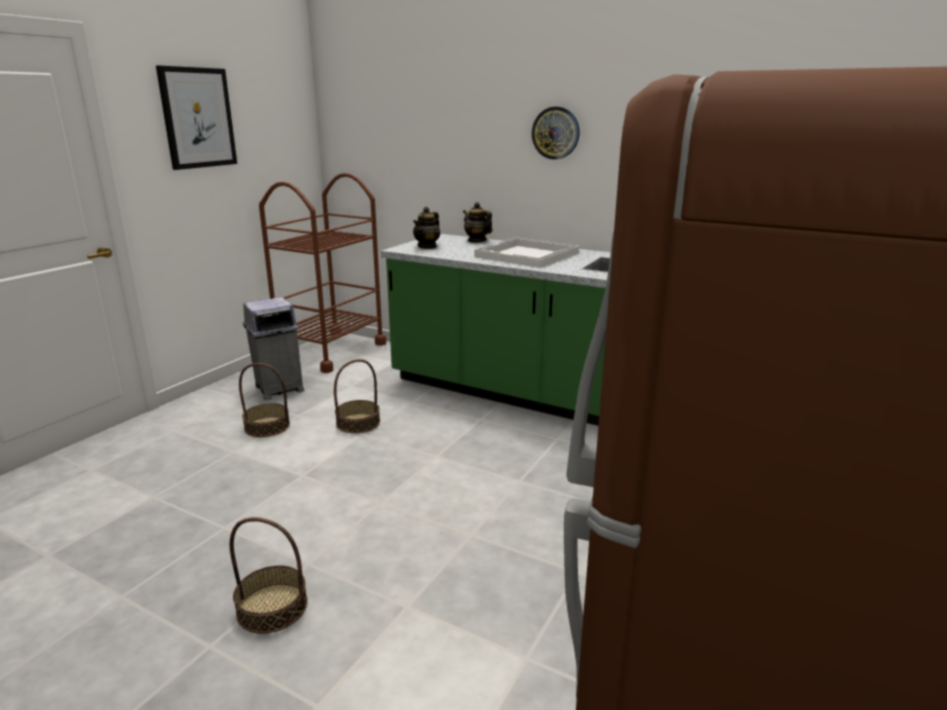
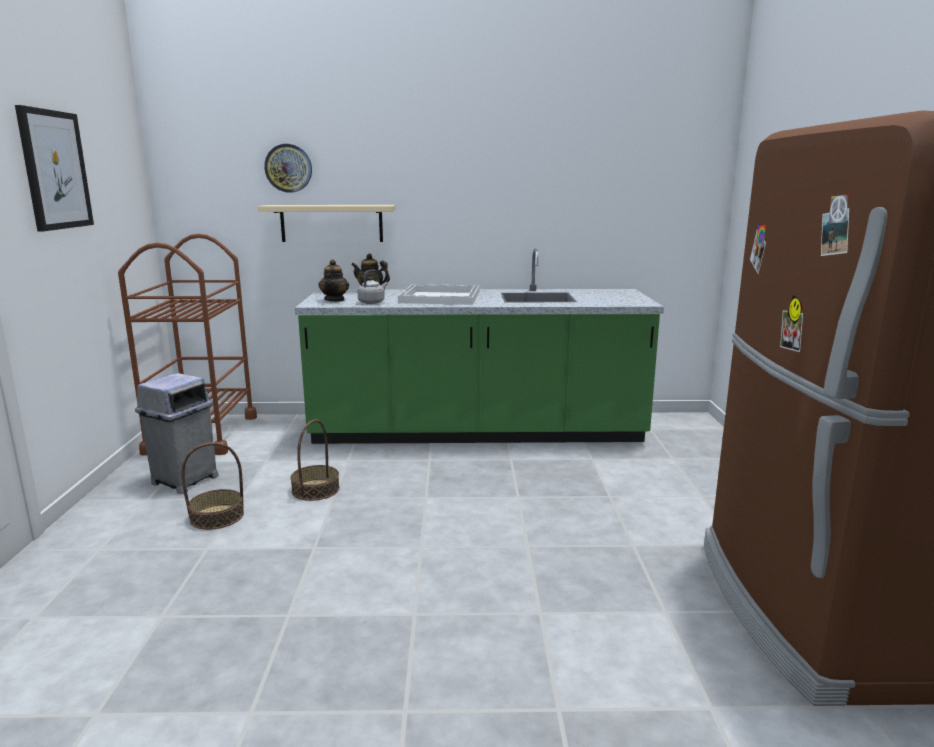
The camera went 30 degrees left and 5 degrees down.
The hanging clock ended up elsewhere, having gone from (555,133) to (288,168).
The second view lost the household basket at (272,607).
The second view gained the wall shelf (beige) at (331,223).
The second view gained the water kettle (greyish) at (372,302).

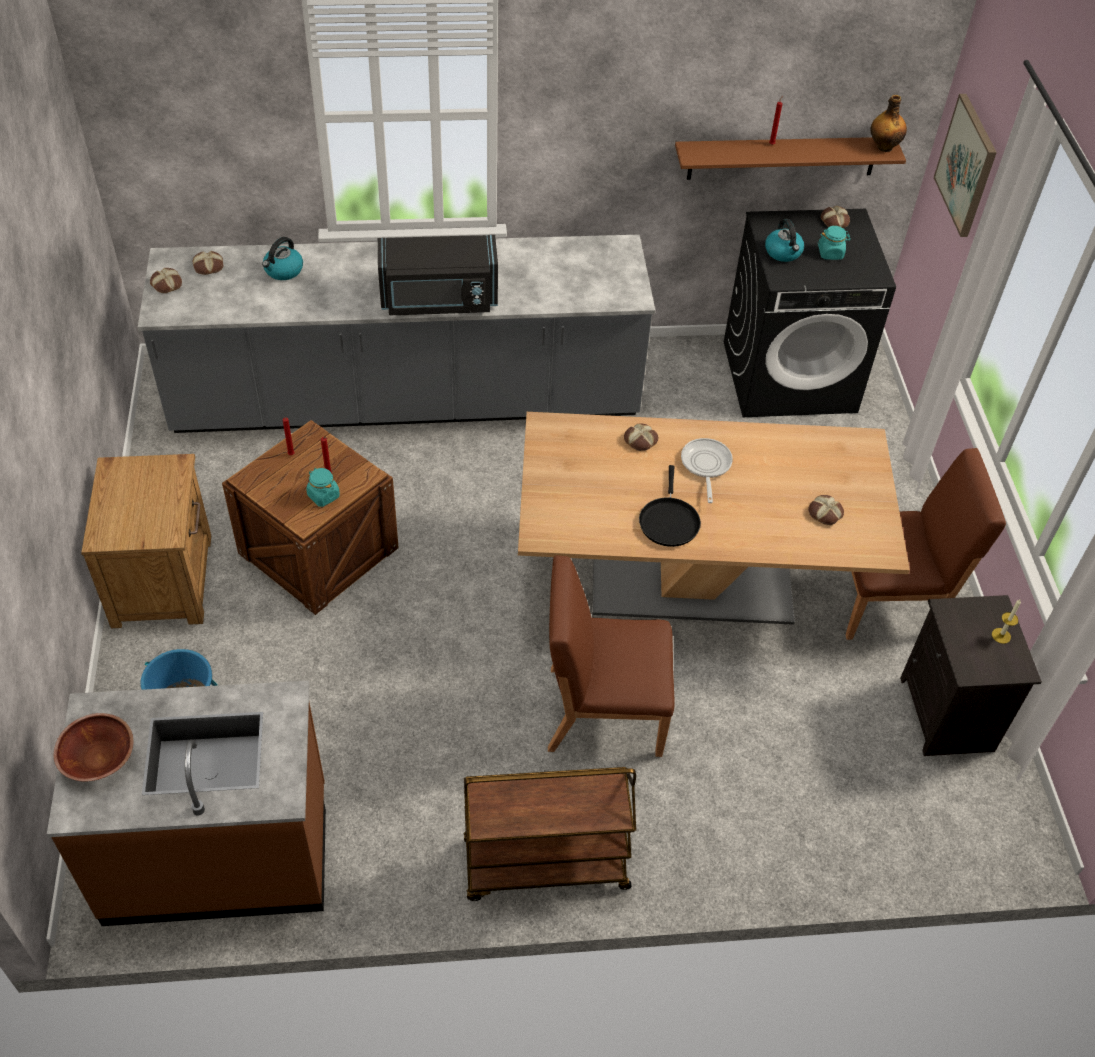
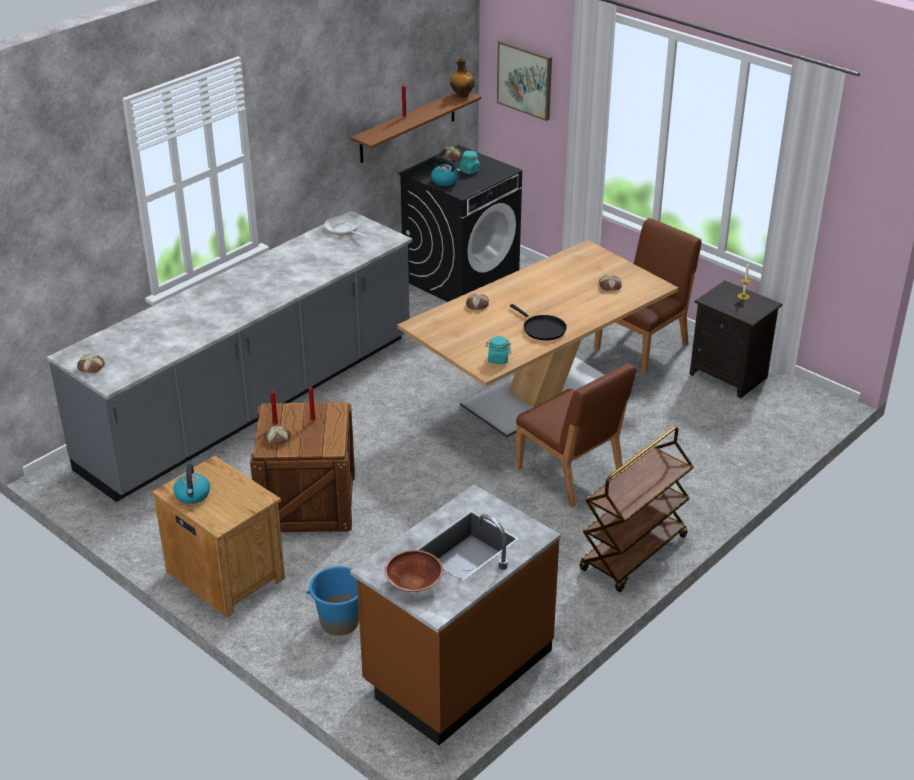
The camera went 40 degrees left and 15 degrees down.
The second view lost the microwave oven (black-coloured) at (439,300).
The water kettle ended up elsewhere, having gone from (283,271) to (193,495).
The bread ended up elsewhere, having gone from (208,267) to (277,439).
The frying pan ended up elsewhere, having gone from (705,466) to (343,230).
The preserve jar (blue-green) ended up elsewhere, having gone from (323,496) to (498,359).
The chair (brown) at (603,710) ended up facing another way, 90 degrees counterclockwise from before.

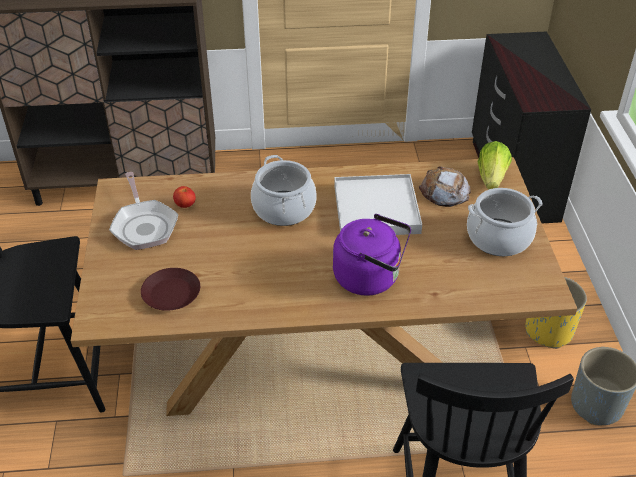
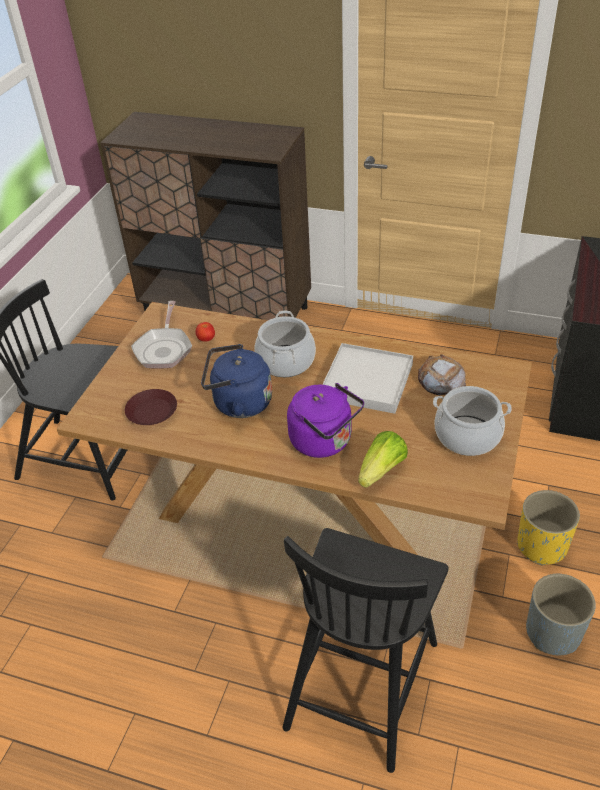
The camera went 25 degrees right and 0 degrees up.
The head of lettuce ended up elsewhere, having gone from (491,178) to (382,470).
The second view gained the water kettle (blue) at (238,403).

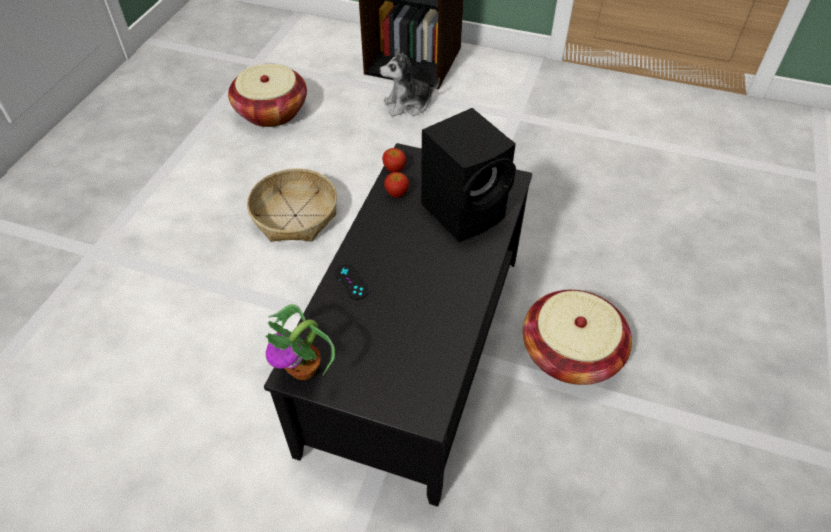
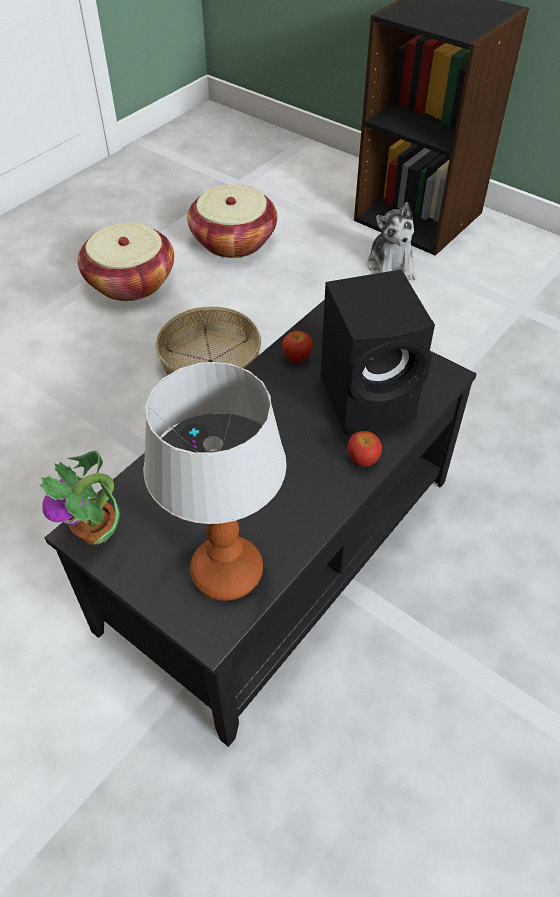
The camera went 20 degrees right and 0 degrees up.
The plush toy at (408,105) ended up facing another way, 105 degrees counterclockwise from before.
The apple ended up elsewhere, having gone from (394,169) to (362,459).
The household basket ended up elsewhere, having gone from (570,353) to (130,282).
The second view gained the tabletop lamp at (228,572).

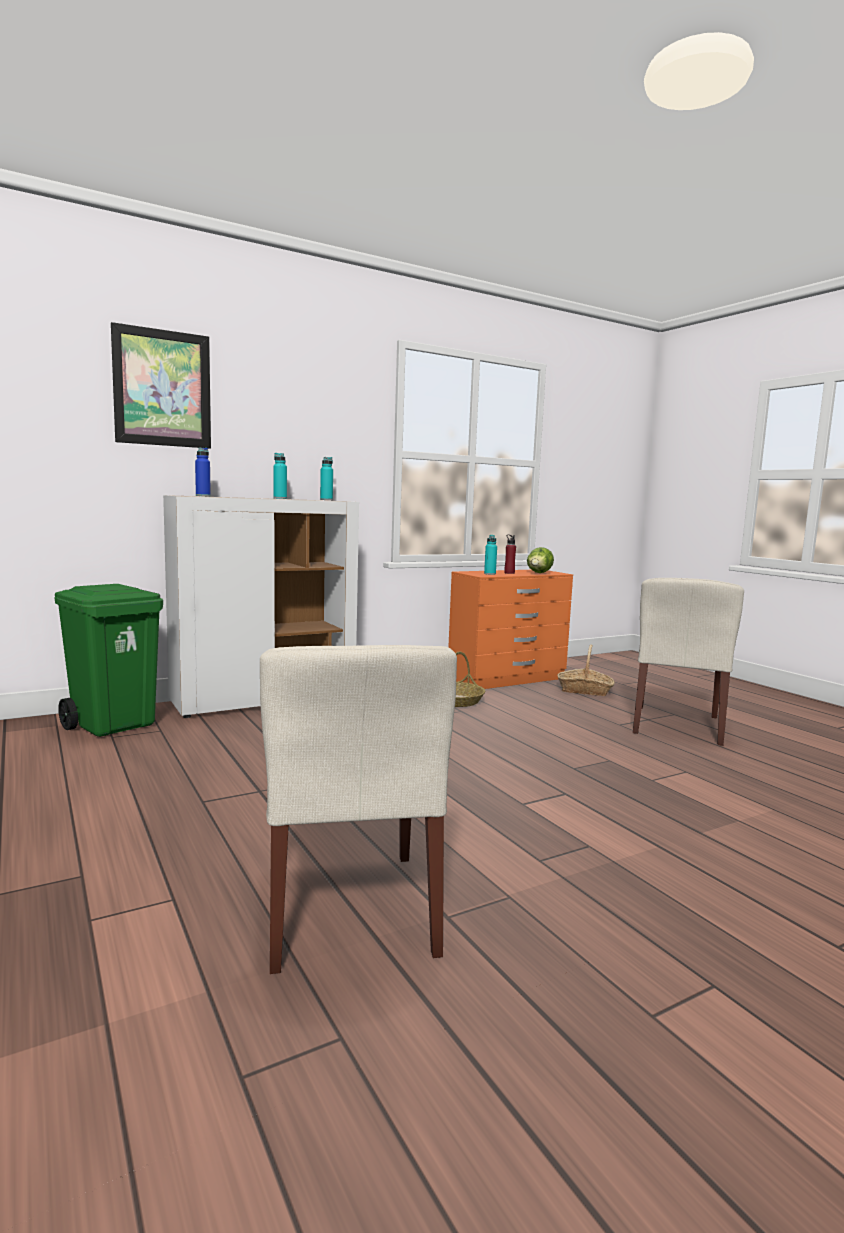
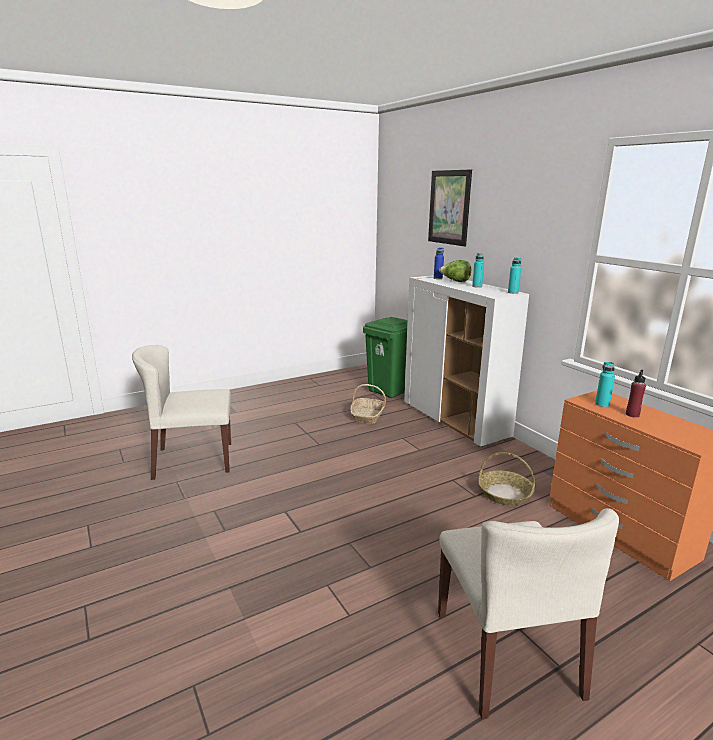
The camera went 90 degrees right and 10 degrees up.
The head of lettuce ended up elsewhere, having gone from (539,573) to (455,281).
The chair (beige) at (677,725) ended up facing another way, 120 degrees counterclockwise from before.
The household basket ended up elsewhere, having gone from (584,690) to (367,416).

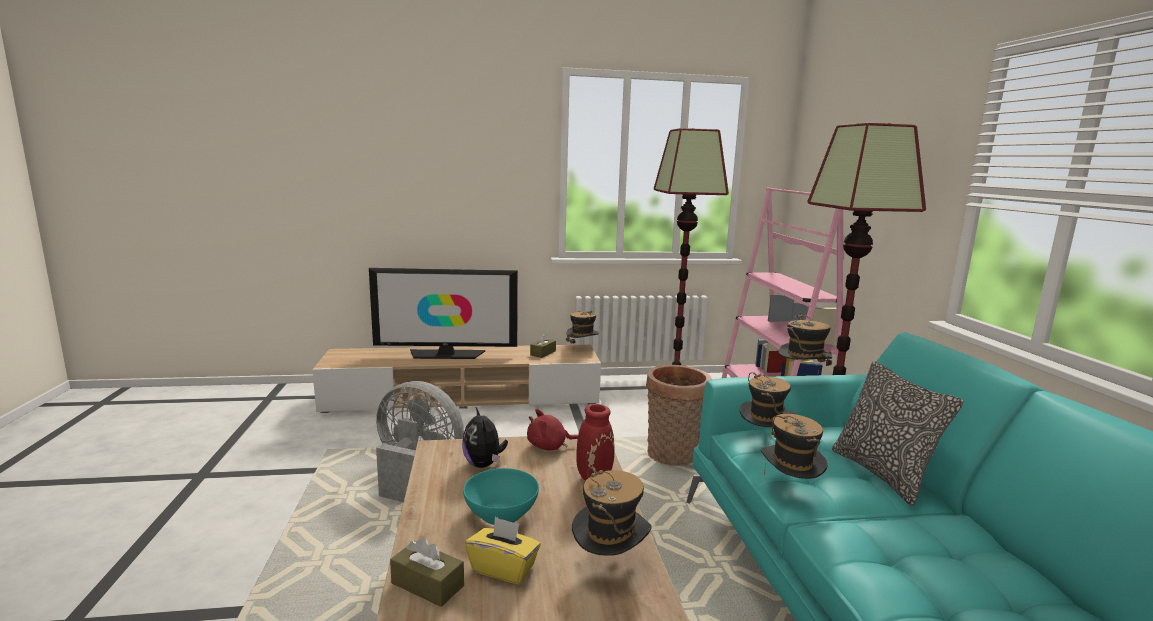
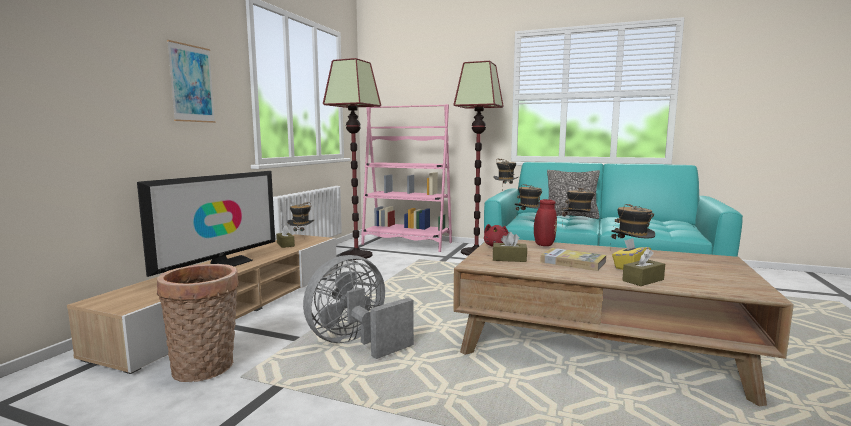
The camera went 60 degrees left and 5 degrees down.
The household basket ended up elsewhere, having gone from (673,456) to (206,369).
Where the plush toy stood at (484,464), the tissue box (brown) came to stand at (509,259).
Where the deep dish (blue-green) stood at (501,513), the bound book came to stand at (573,262).
The second view gained the wall art at (191,83).

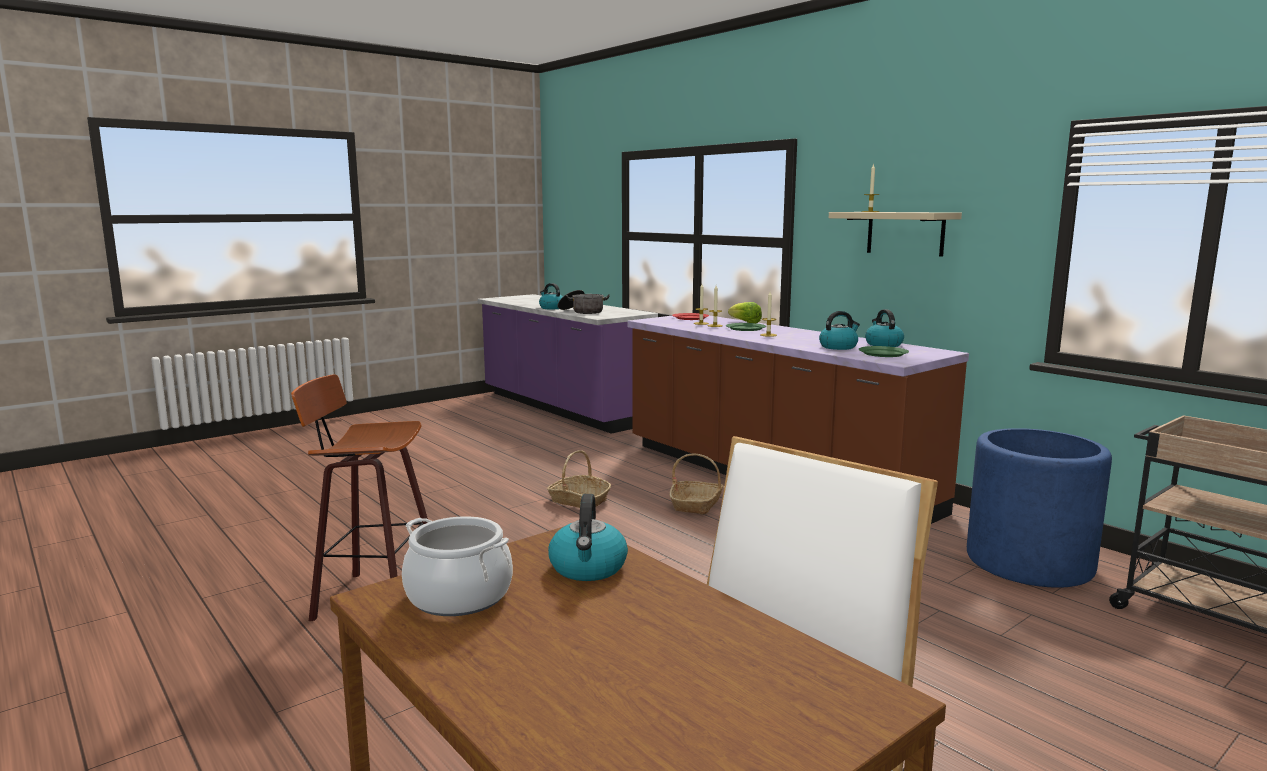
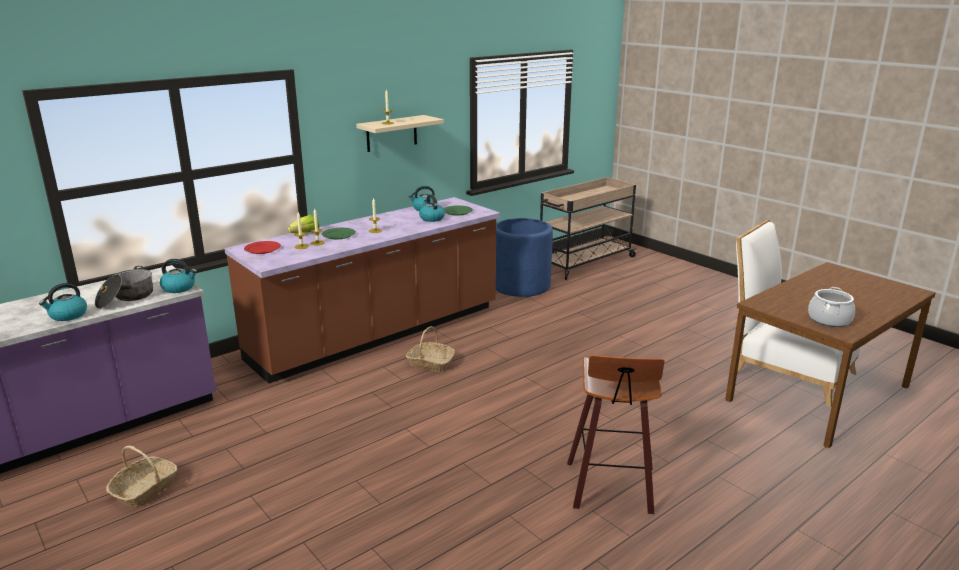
The camera went 90 degrees left and 10 degrees up.
The household basket ended up elsewhere, having gone from (578,500) to (145,489).
The water kettle ended up elsewhere, having gone from (588,568) to (179,288).

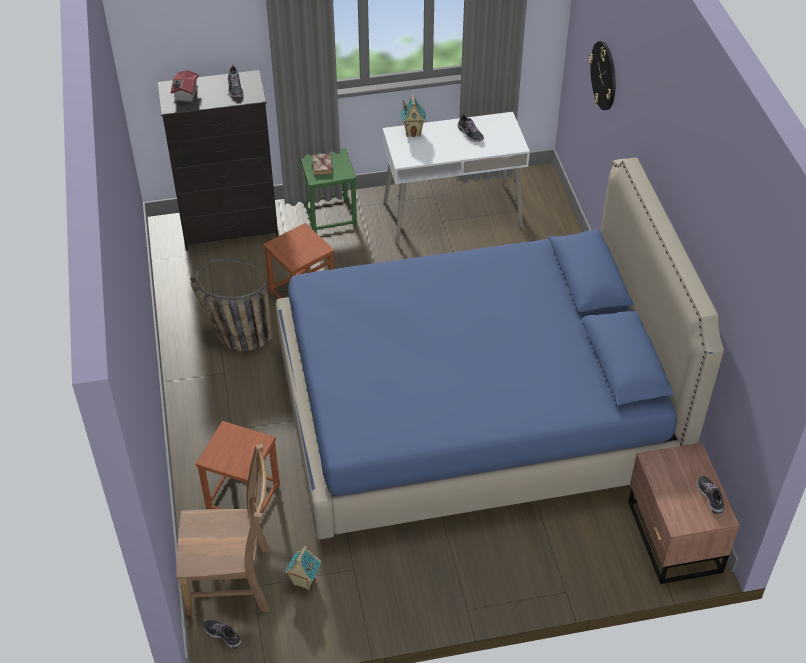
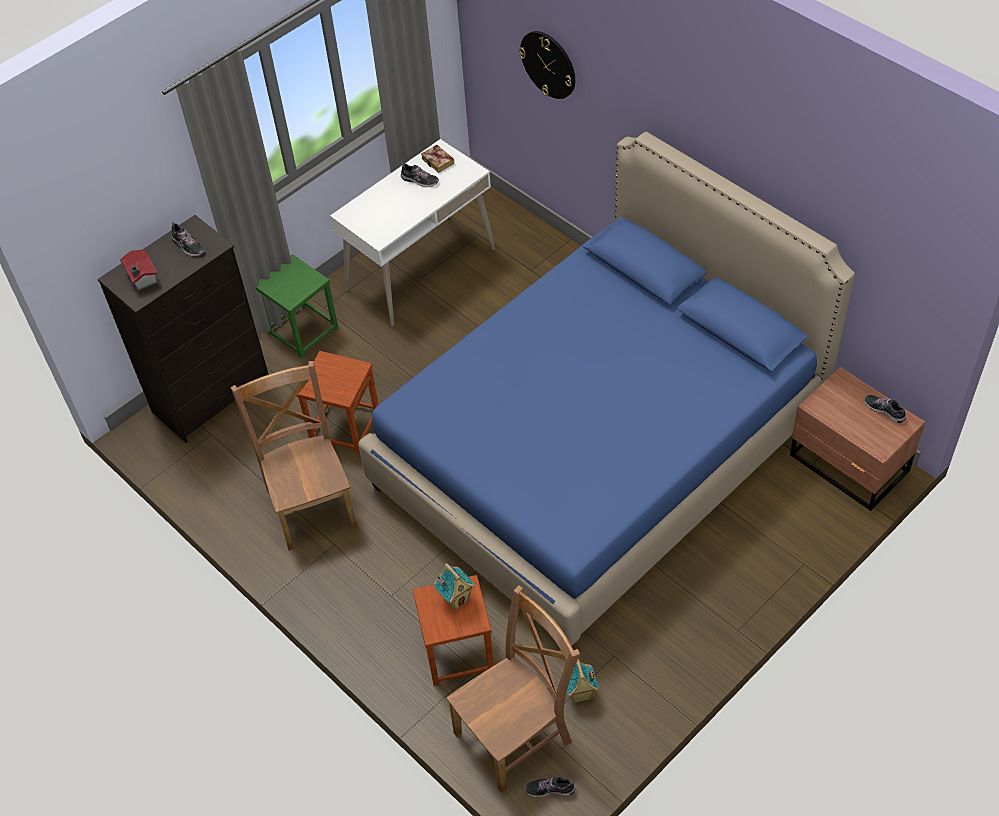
The camera went 30 degrees left and 5 degrees up.
The toy house ended up elsewhere, having gone from (413,132) to (456,598).
The bound book ended up elsewhere, having gone from (323,167) to (439,161).
Where the household basket stood at (232,337), the chair (brown) came to stand at (311,504).

